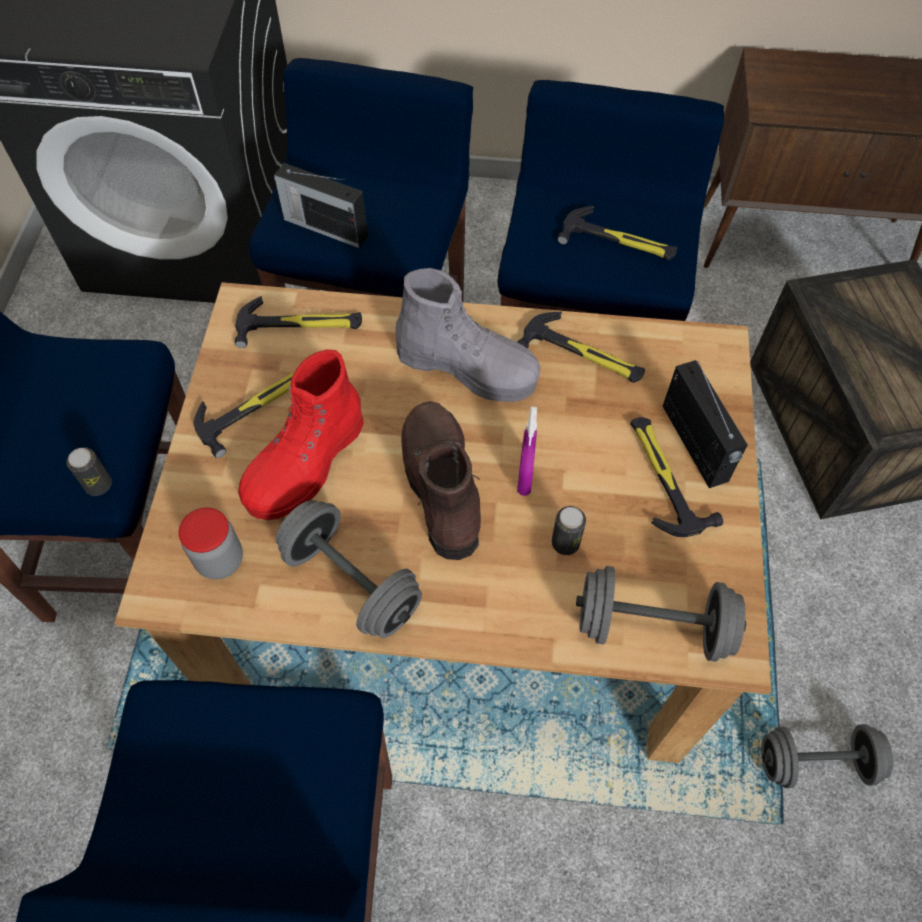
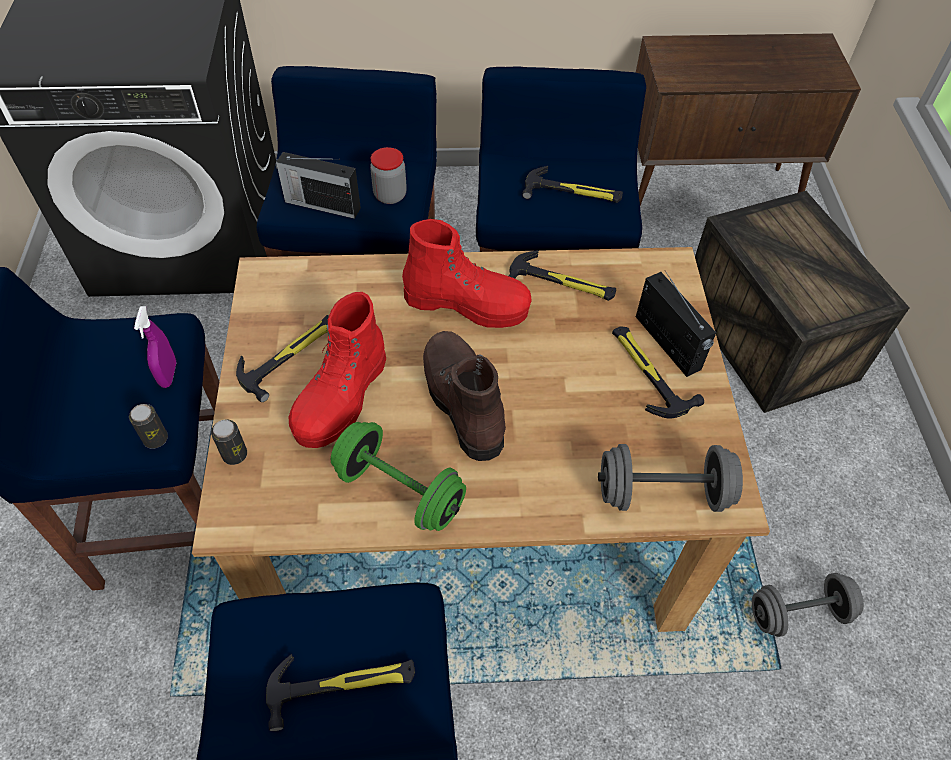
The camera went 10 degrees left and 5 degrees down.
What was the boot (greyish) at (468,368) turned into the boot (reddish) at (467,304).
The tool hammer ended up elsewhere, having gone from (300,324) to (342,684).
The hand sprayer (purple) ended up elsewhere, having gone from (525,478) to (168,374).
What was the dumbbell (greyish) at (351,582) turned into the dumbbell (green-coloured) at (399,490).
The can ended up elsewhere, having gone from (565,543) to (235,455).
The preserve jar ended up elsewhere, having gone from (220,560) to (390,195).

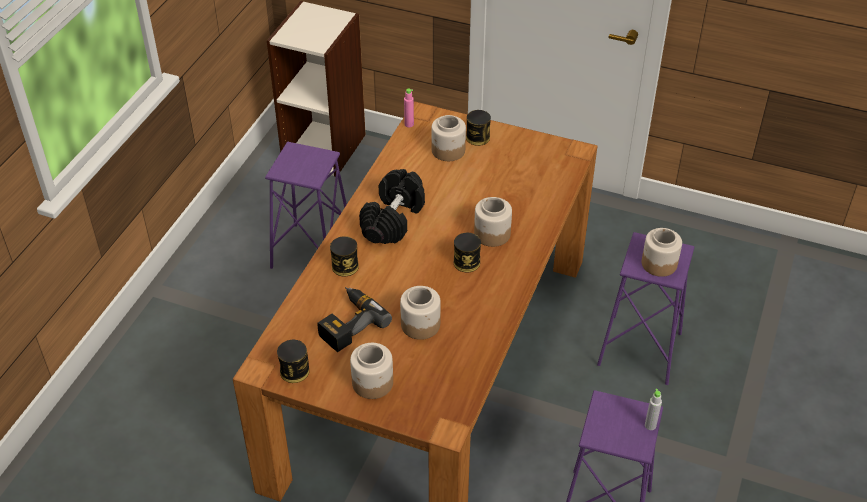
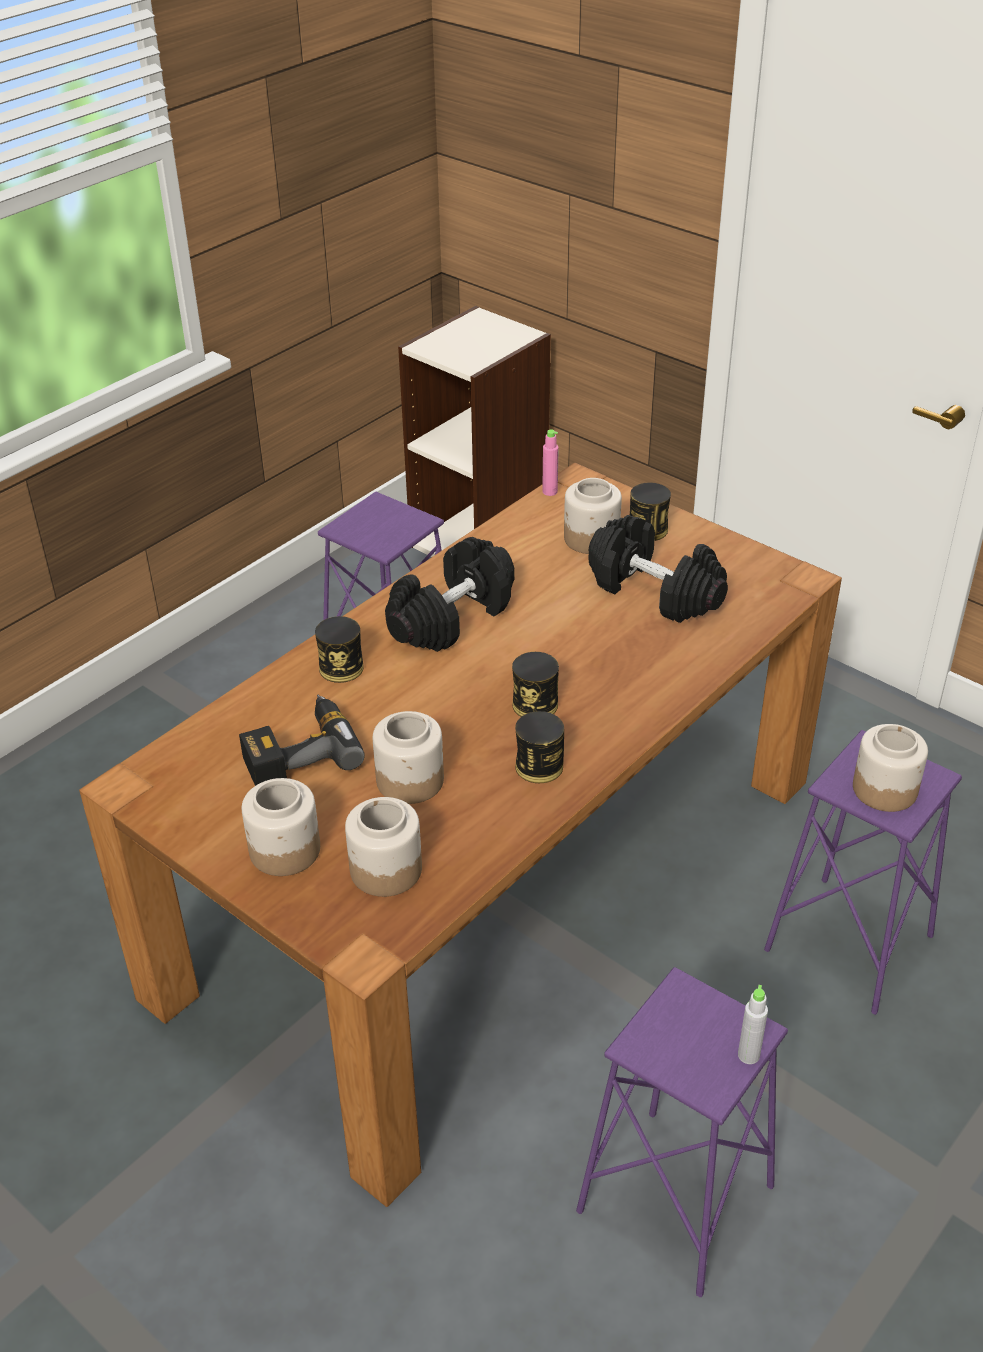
The camera went 20 degrees right and 5 degrees down.
The preserve jar ended up elsewhere, having gone from (491,234) to (385,869).
The can ended up elsewhere, having gone from (294,371) to (539,766).
The second view gained the dumbbell (black-coloured) at (656,591).

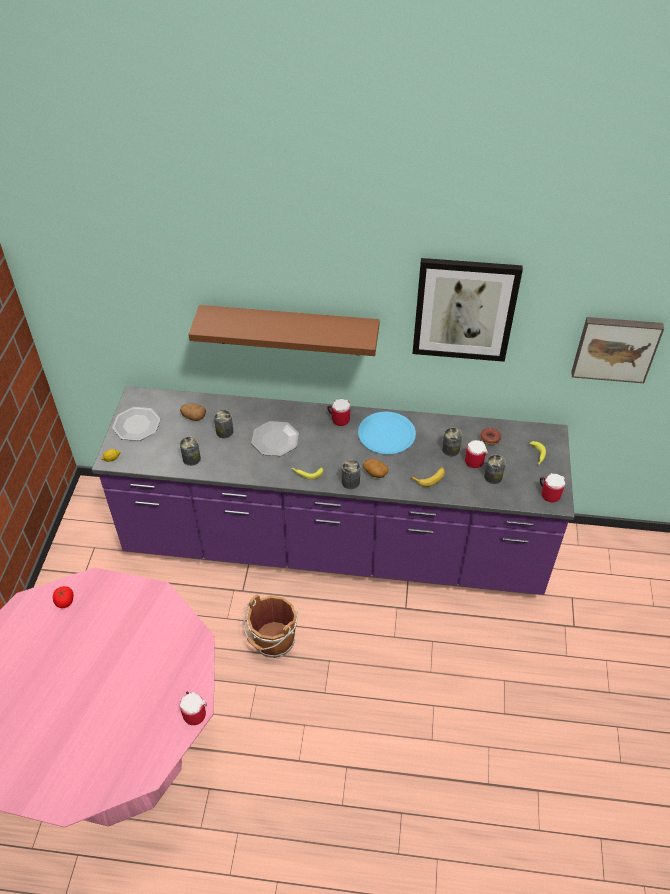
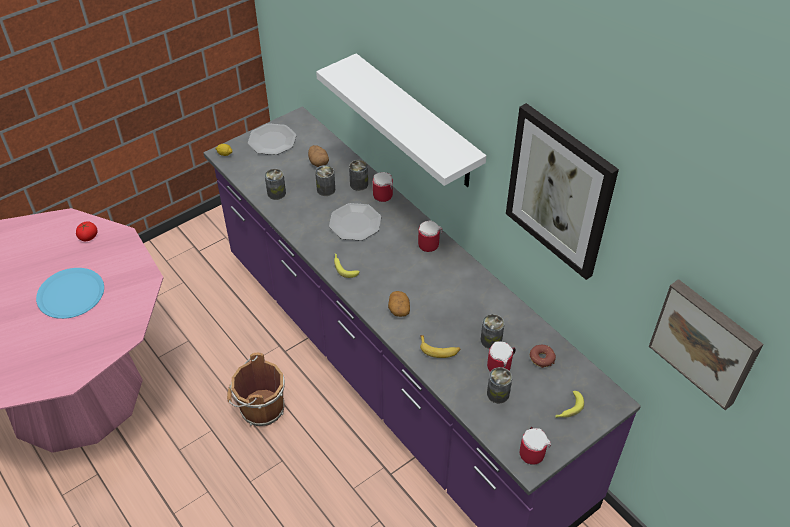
The camera went 45 degrees right and 0 degrees up.
What was the wall shelf (brown) at (289,330) turned into the wall shelf (white-coloured) at (417,122).
The plate (blue) ended up elsewhere, having gone from (386,434) to (71,294).
The can ended up elsewhere, having gone from (350,482) to (359,184).
The mug ended up elsewhere, having gone from (194,711) to (384,194).

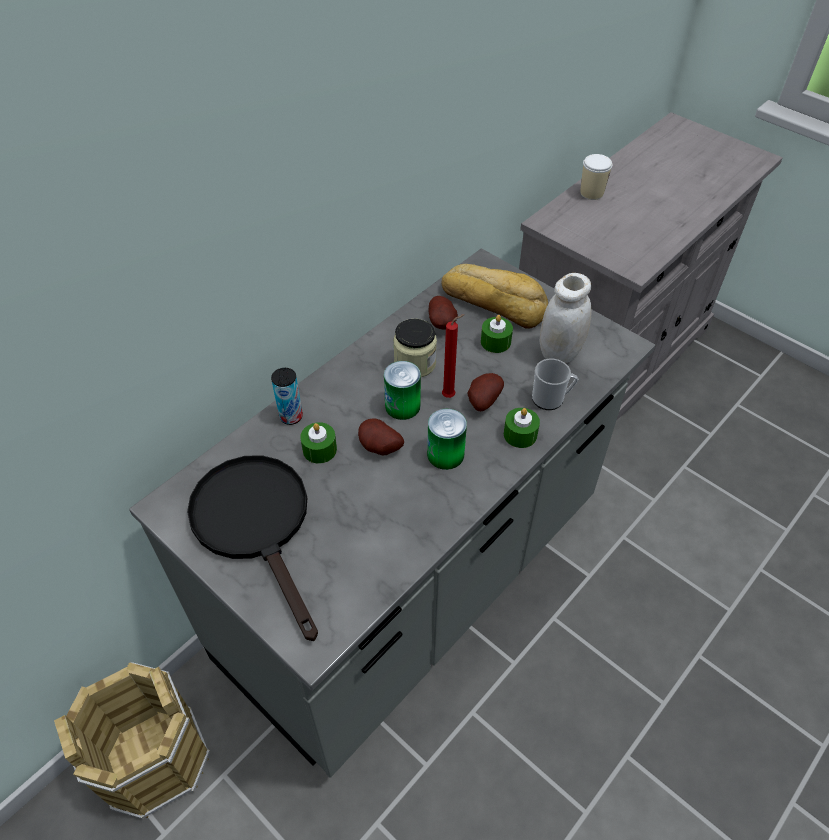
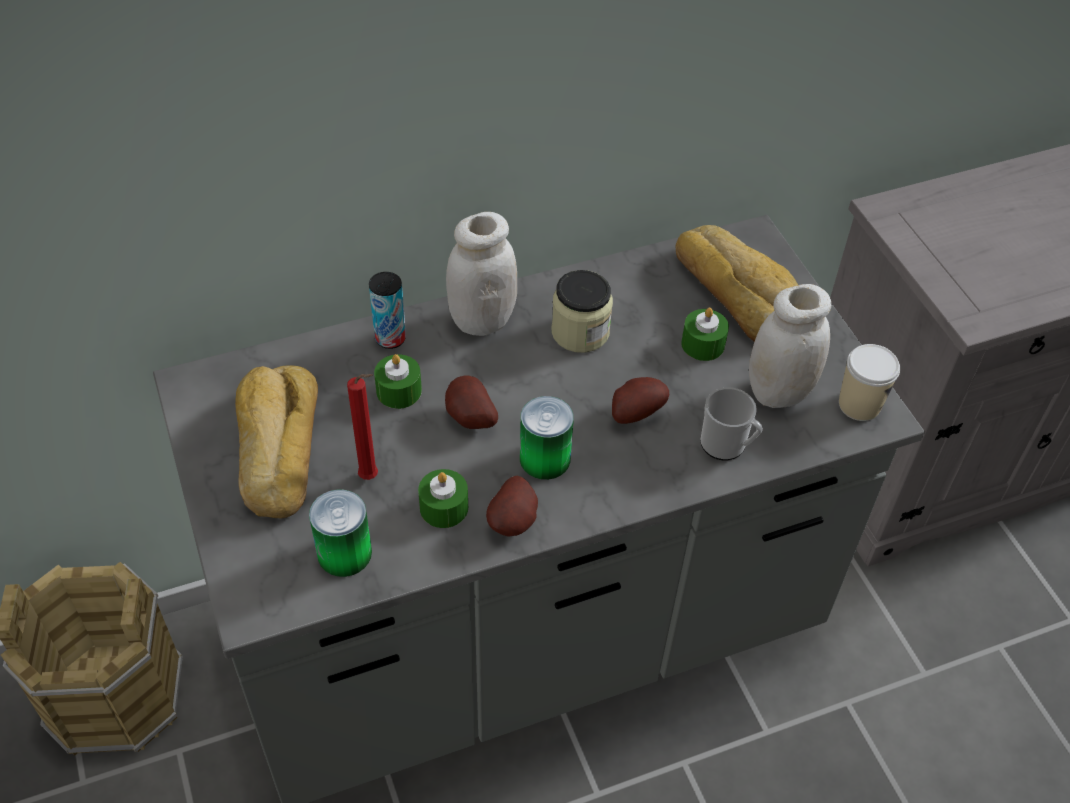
The camera went 25 degrees right and 0 degrees up.
The cup ended up elsewhere, having gone from (591,193) to (859,405).
The potato ended up elsewhere, having gone from (442,324) to (514,521).
The wax candle (reddish) ended up elsewhere, having gone from (450,396) to (371,477).
The can ended up elsewhere, having gone from (402,406) to (344,553).
The wax candle (green-coloured) ended up elsewhere, having gone from (520,434) to (444,507).
Where the frying pan (black-coloured) stood at (258,525), the bread came to stand at (276,448).
The second view gained the preserve jar (white-coloured) at (482,320).

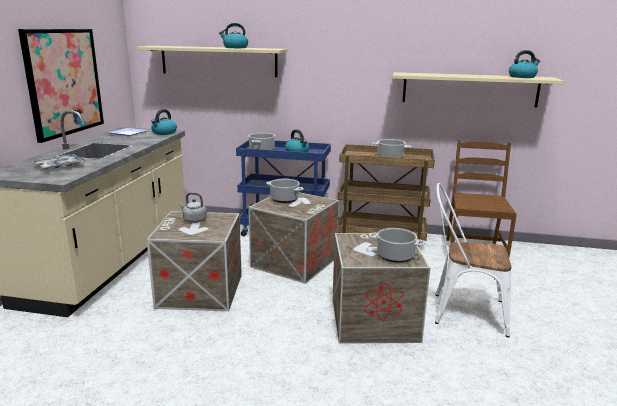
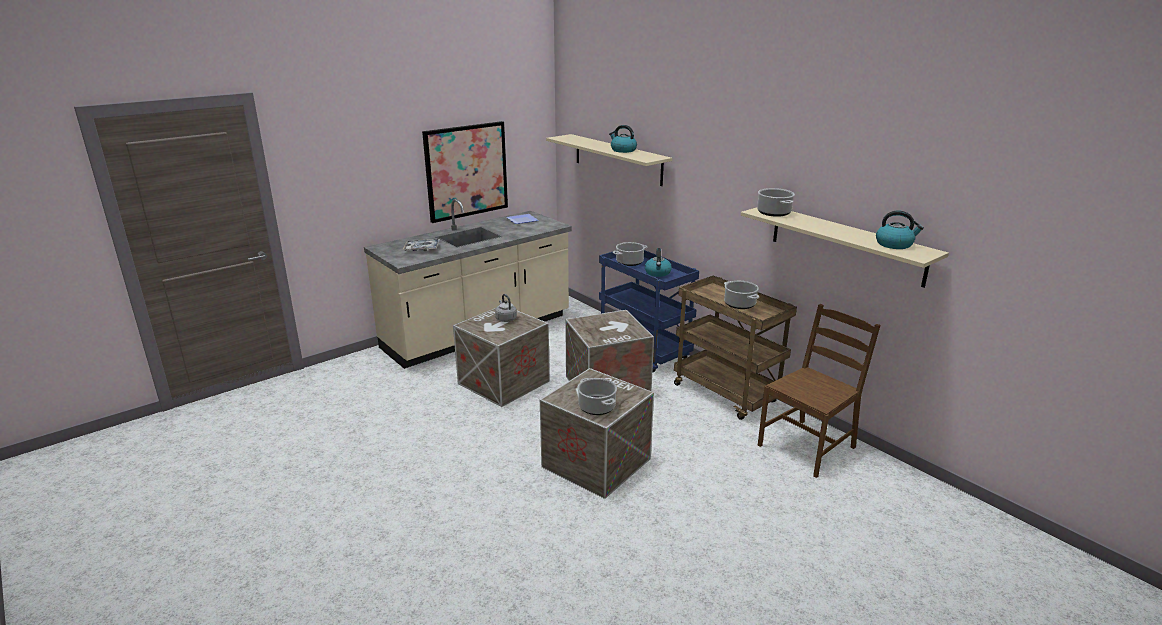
The camera went 40 degrees right and 5 degrees up.
The second view lost the water kettle at (164,133).
The cooking pot ended up elsewhere, having gone from (285,199) to (774,213).
The second view lost the chair (white-coloured) at (462,311).

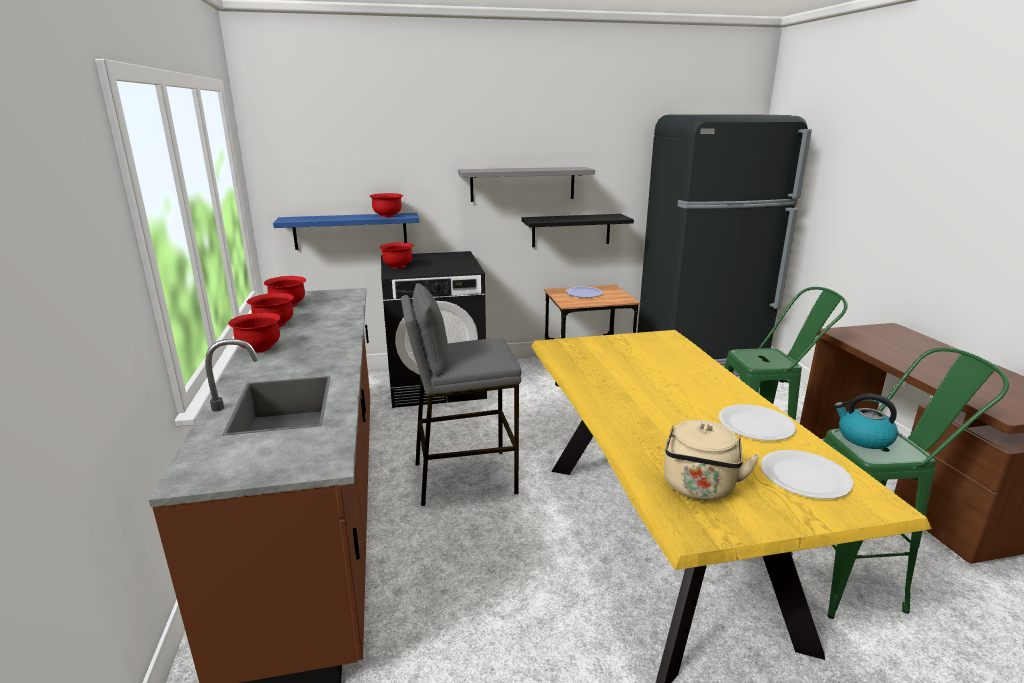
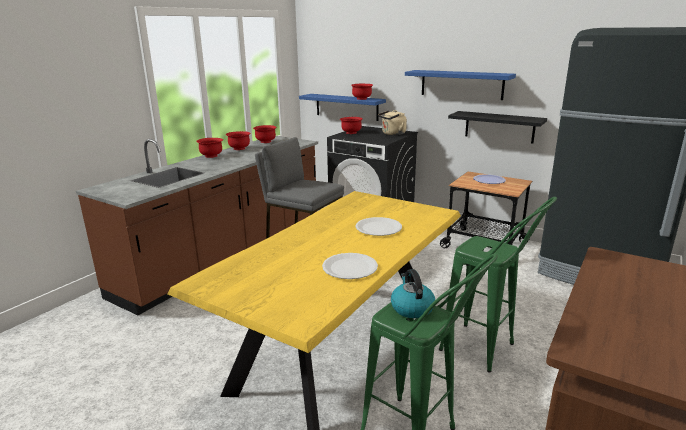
The camera went 45 degrees right and 0 degrees up.
What was the wall shelf (greyish) at (522,184) turned into the wall shelf (blue) at (461,84).
The water kettle (beige) ended up elsewhere, having gone from (699,488) to (392,134).
The plate (white-coloured) ended up elsewhere, having gone from (805,476) to (378,228).

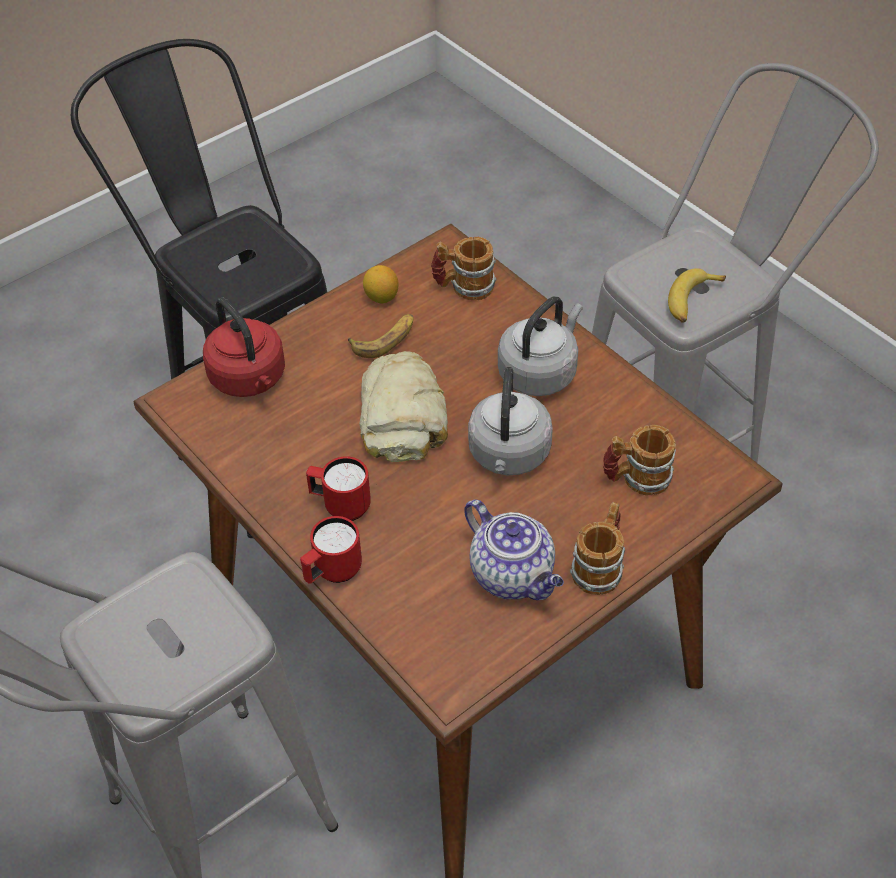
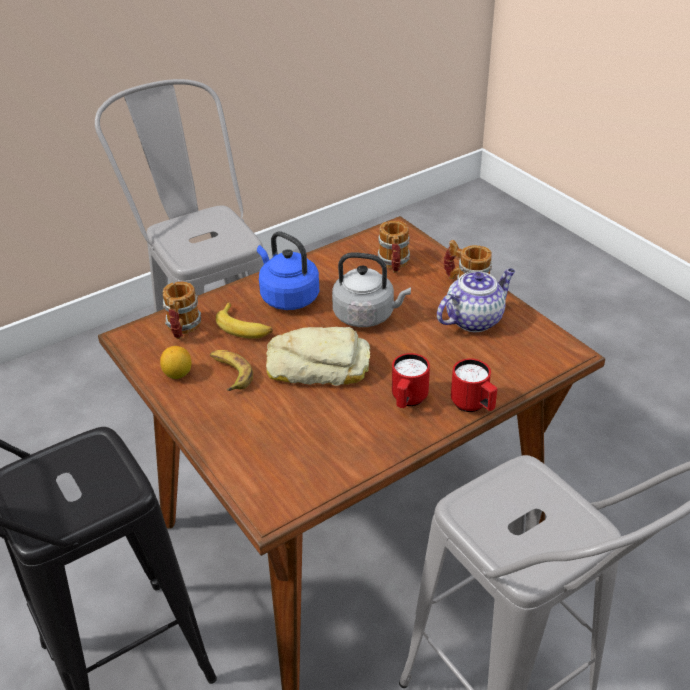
The camera went 85 degrees left and 10 degrees down.
The whole banana ended up elsewhere, having gone from (692,301) to (244,327).
The second view lost the water kettle (reddish) at (250,379).
What was the water kettle (greyish) at (540,372) turned into the water kettle (blue) at (287,297).

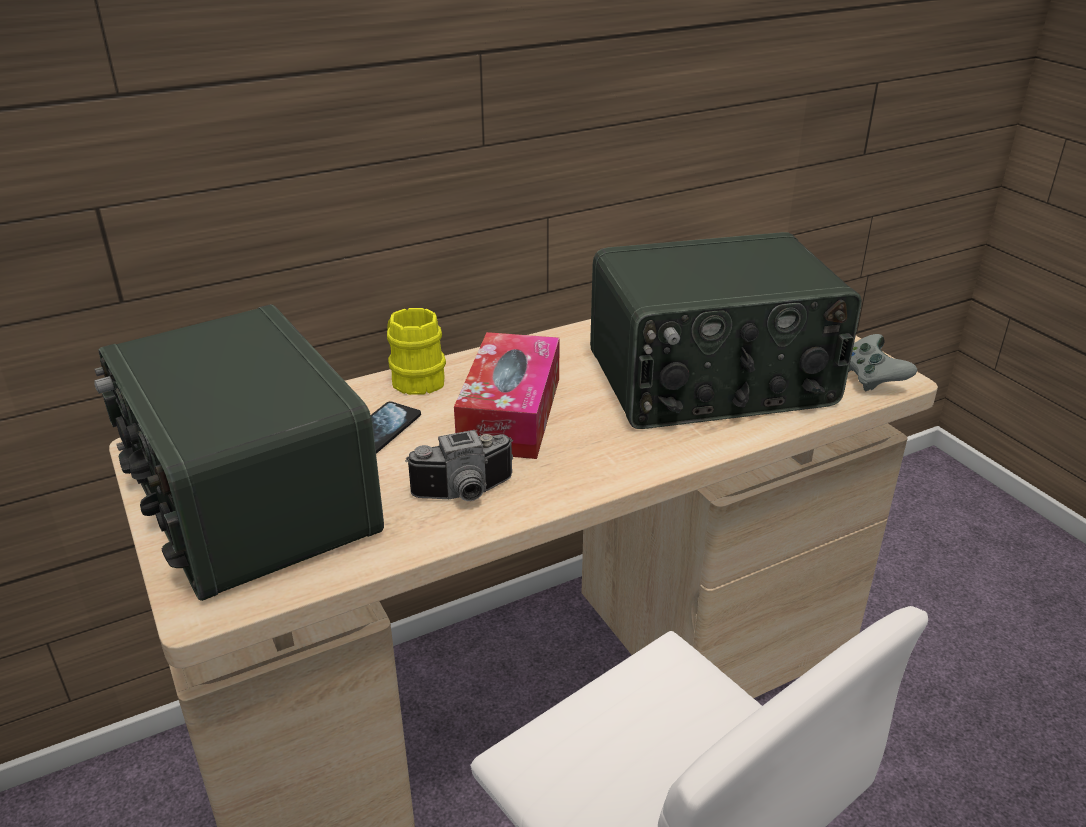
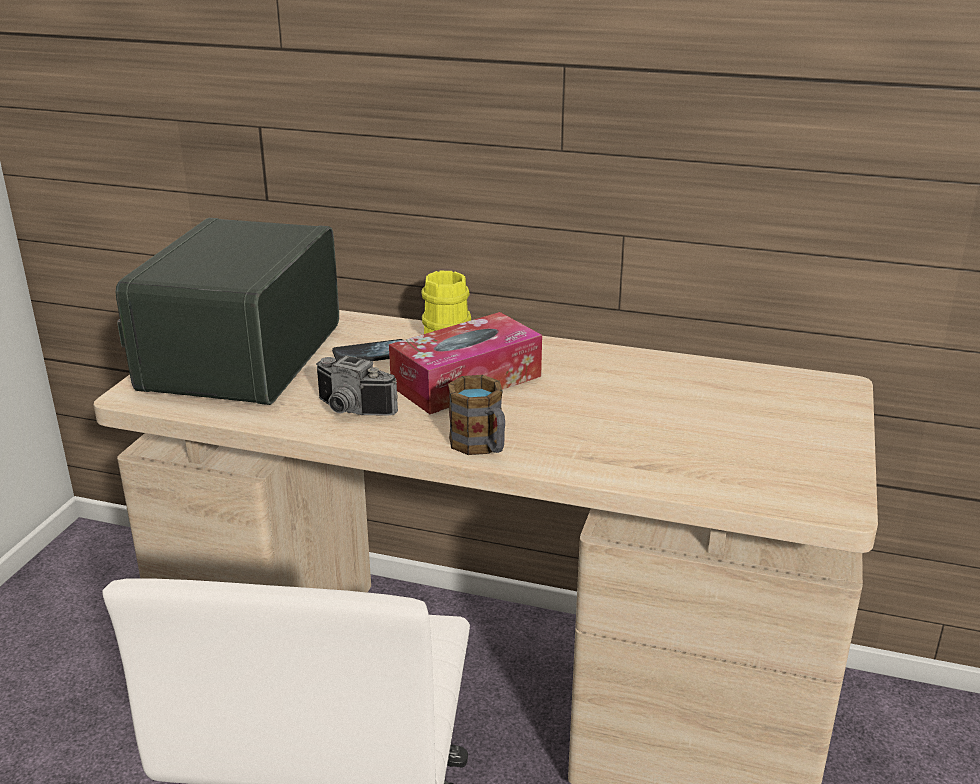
The camera went 45 degrees right and 5 degrees down.
The second view lost the radio receiver at (712,382).
The second view lost the game controller (greyish) at (871,379).
The second view gained the mug at (481,446).

